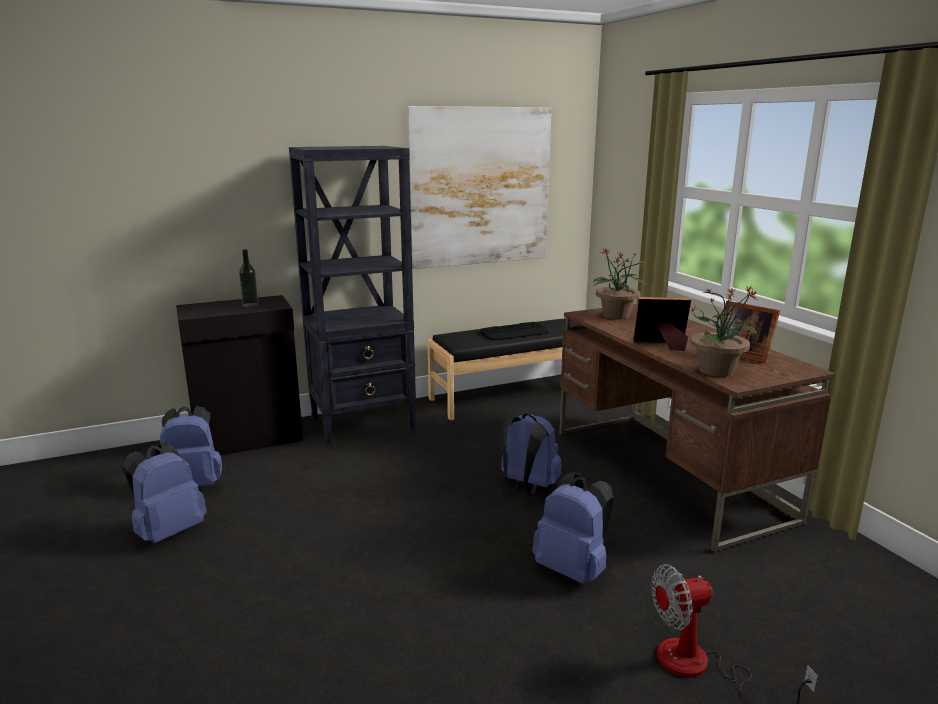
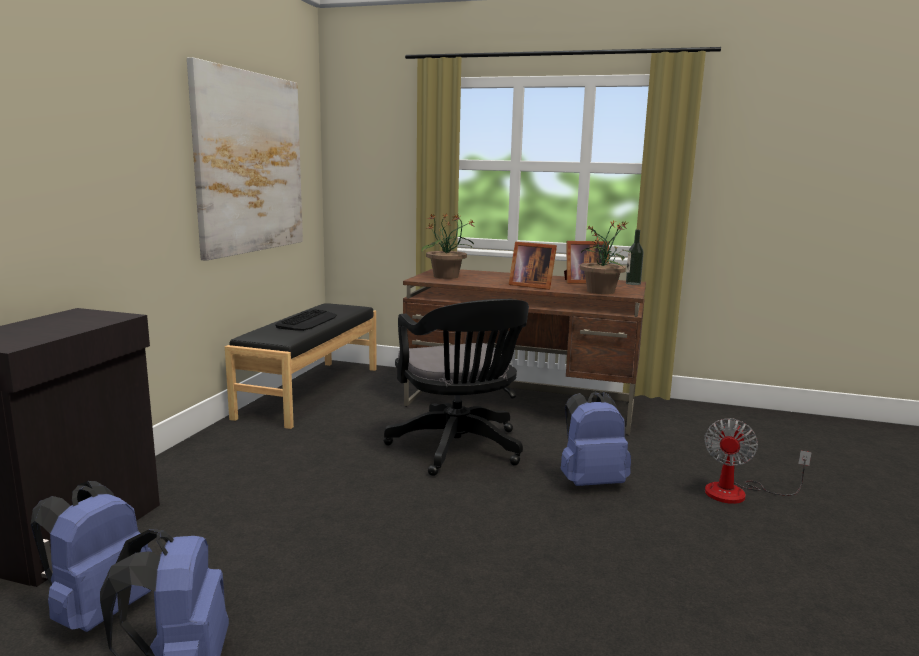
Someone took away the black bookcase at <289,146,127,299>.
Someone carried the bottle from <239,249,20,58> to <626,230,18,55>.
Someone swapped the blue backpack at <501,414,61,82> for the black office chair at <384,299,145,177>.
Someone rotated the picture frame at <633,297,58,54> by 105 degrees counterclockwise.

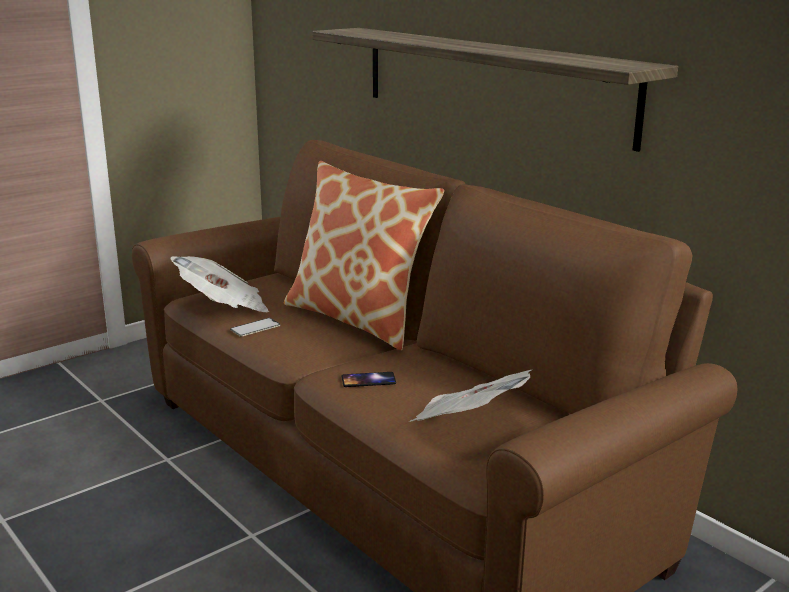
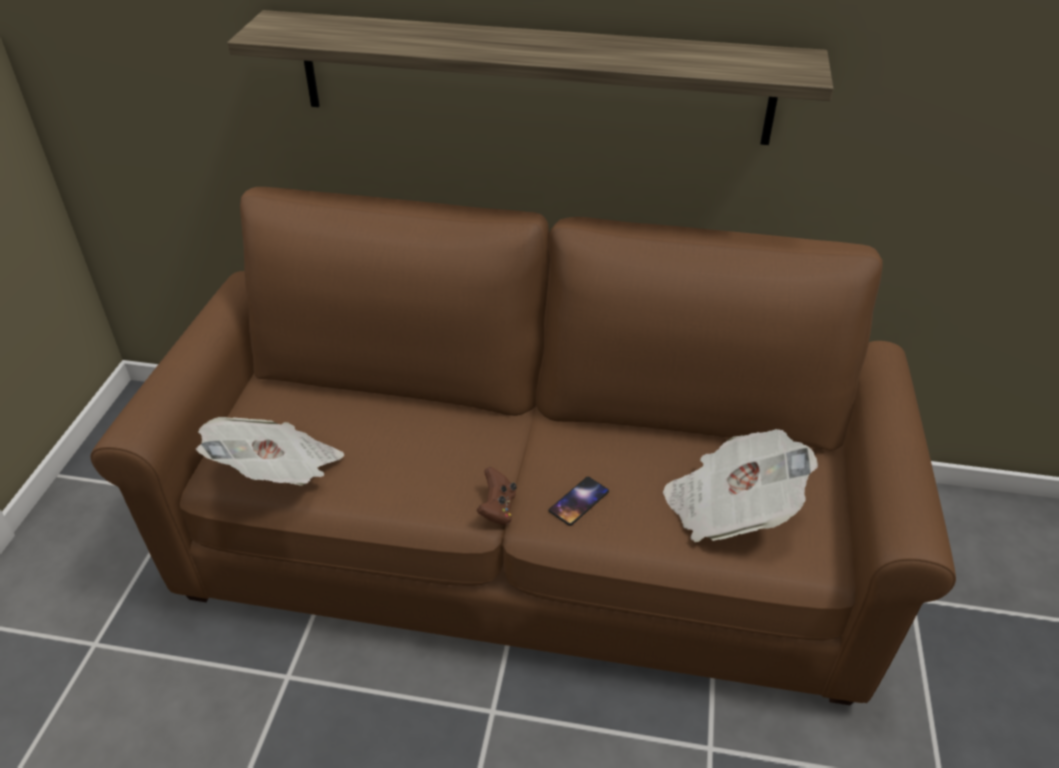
Someone took away the phone at <230,318,50,19>.
Someone took away the pillow at <284,161,160,189>.
Someone put down the brown game controller at <477,467,40,58>.

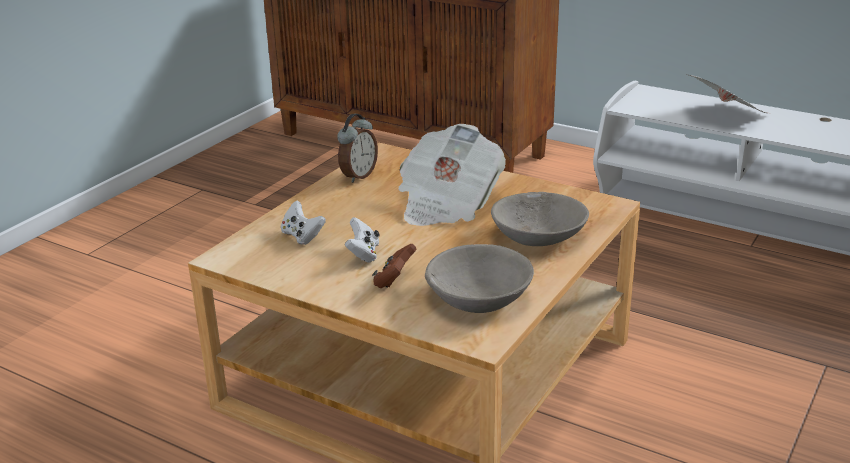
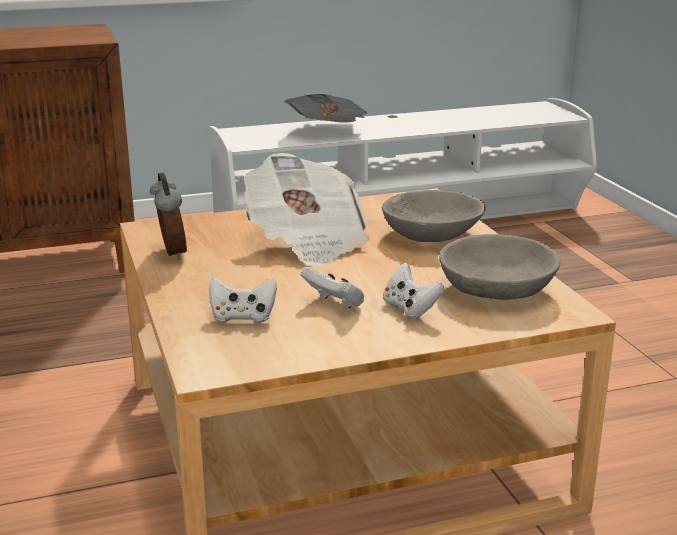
Someone repainted the brown game controller at <372,244,45,44>, which became the white game controller at <383,263,61,56>.

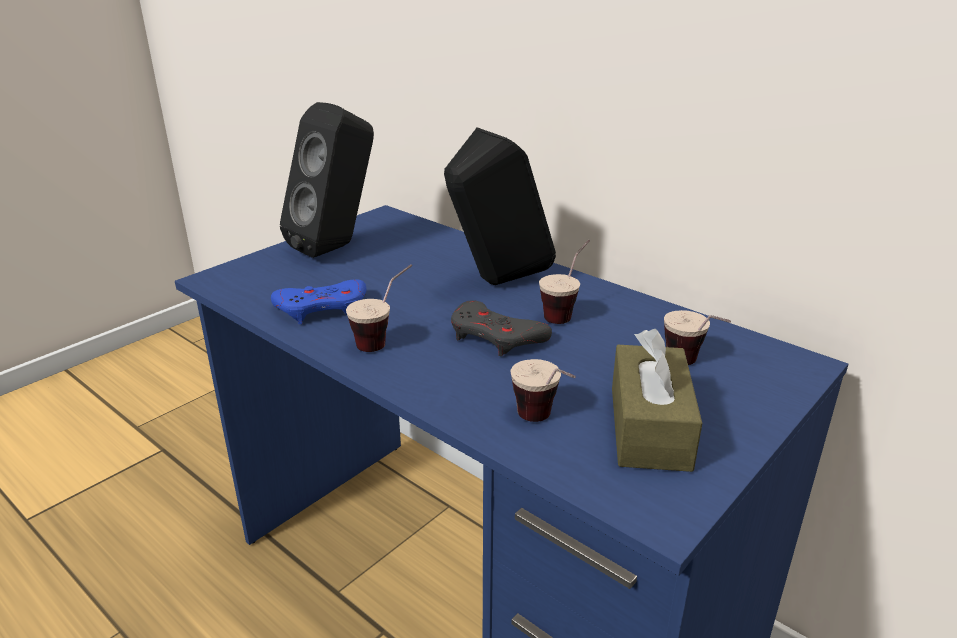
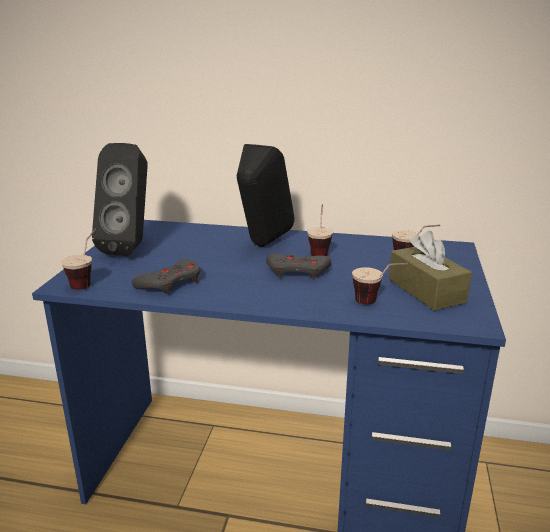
Someone carried the cup from <346,264,66,88> to <61,228,35,62>.
Someone repainted the blue game controller at <271,279,95,45>, which became the grey game controller at <132,259,68,36>.

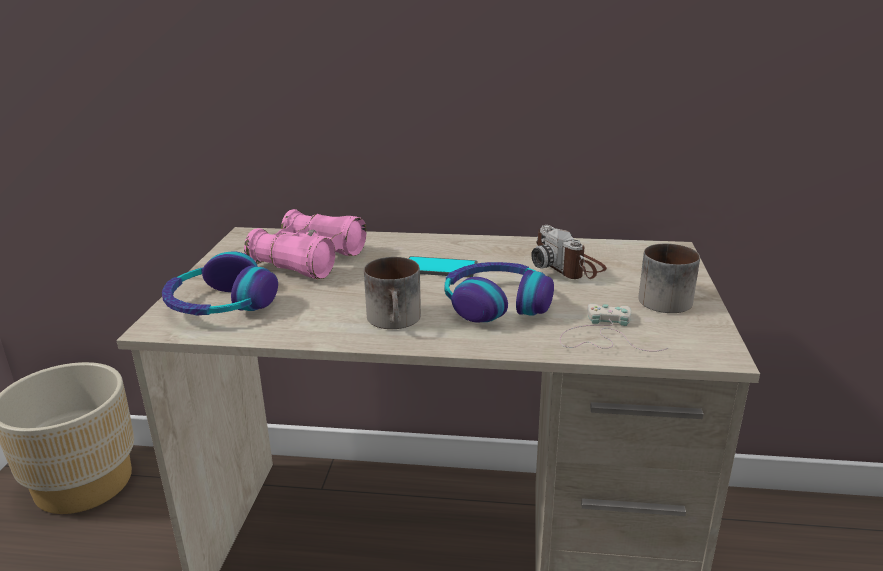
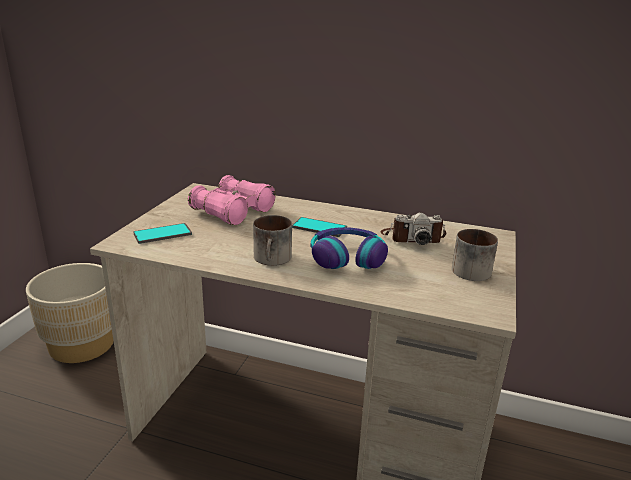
Someone took away the white game controller at <560,304,108,48>.
Someone swapped the headphones at <162,252,116,64> for the phone at <133,223,59,21>.
Someone rotated the photo camera at <531,225,76,54> by 75 degrees counterclockwise.

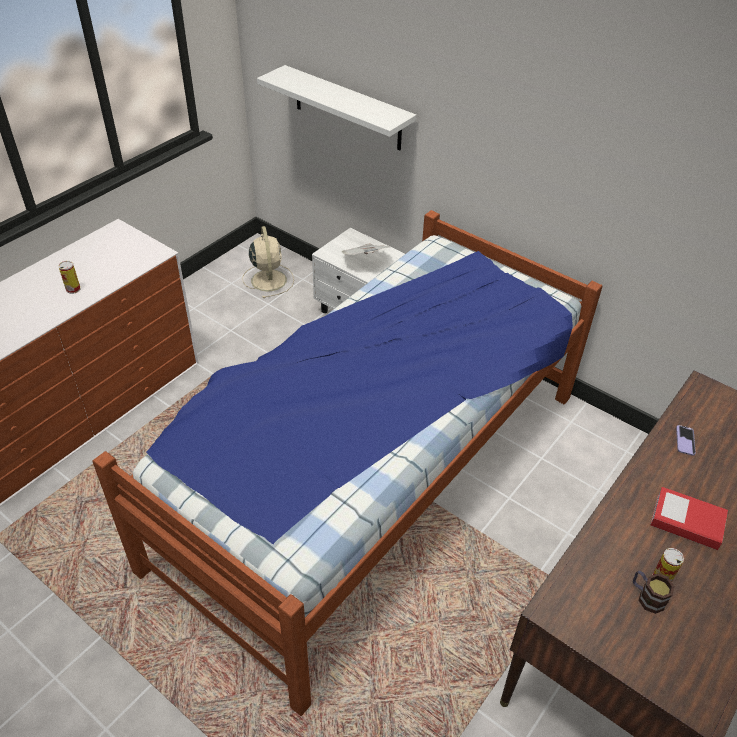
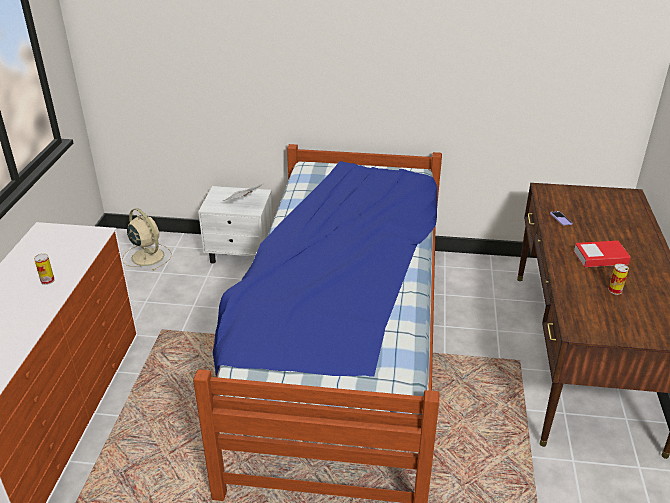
Someone took away the white shelf at <257,65,159,85>.
Someone took away the mug at <633,570,42,44>.

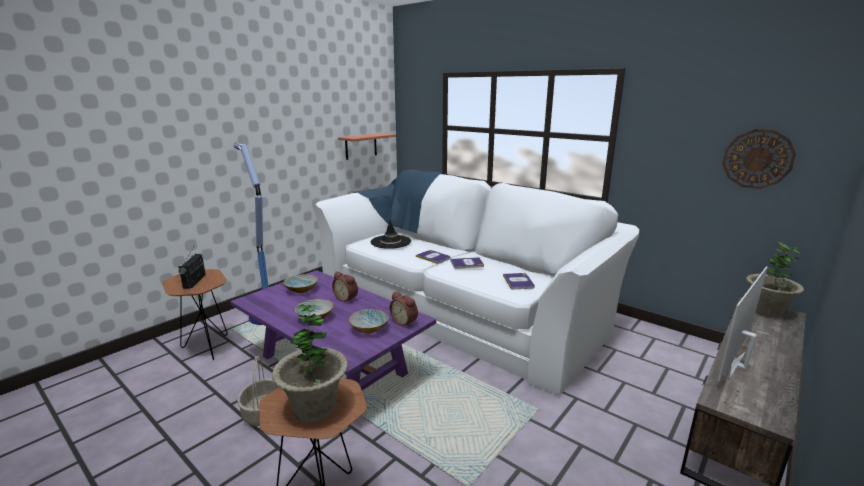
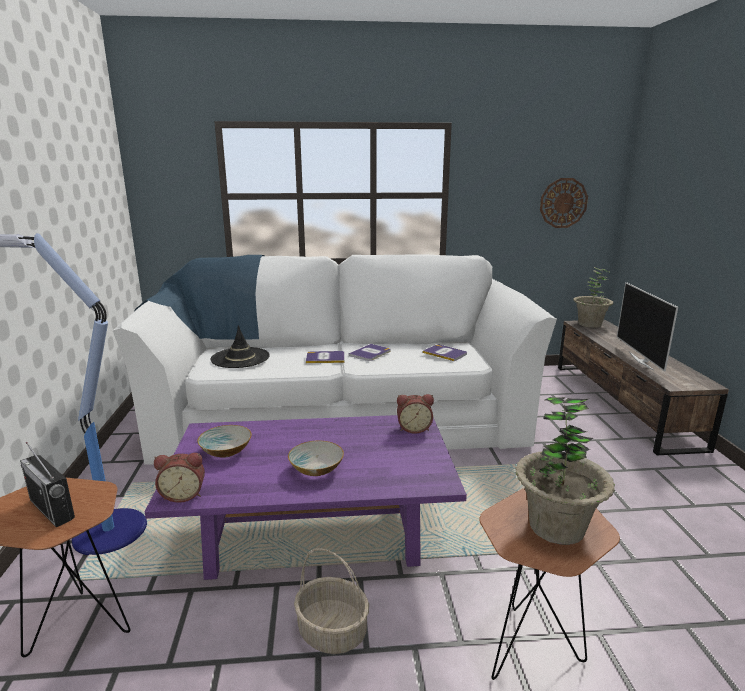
Someone took away the shelf at <338,133,58,27>.
Someone took away the bowl at <349,309,40,25>.
Someone carried the alarm clock from <332,272,26,31> to <154,453,51,50>.

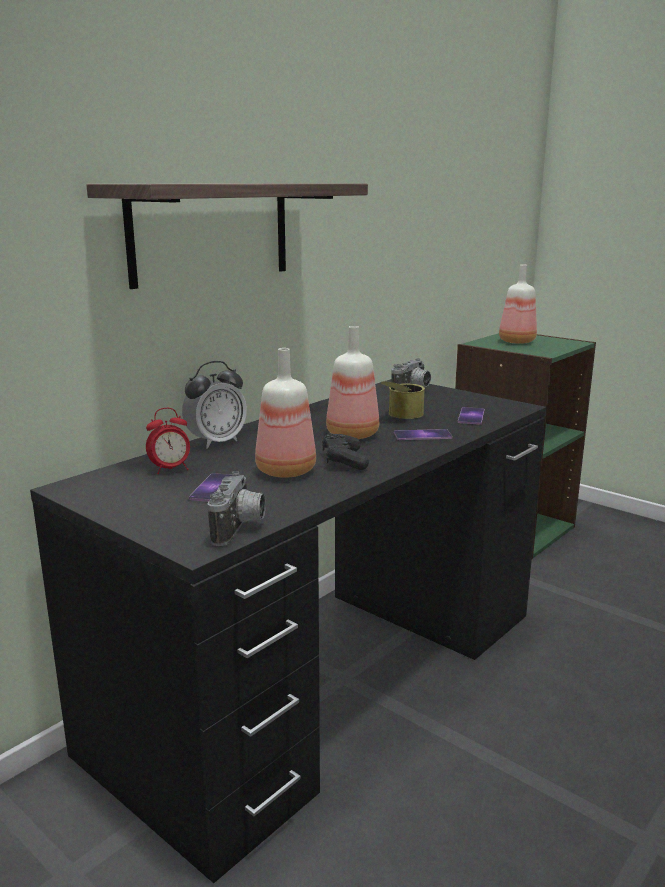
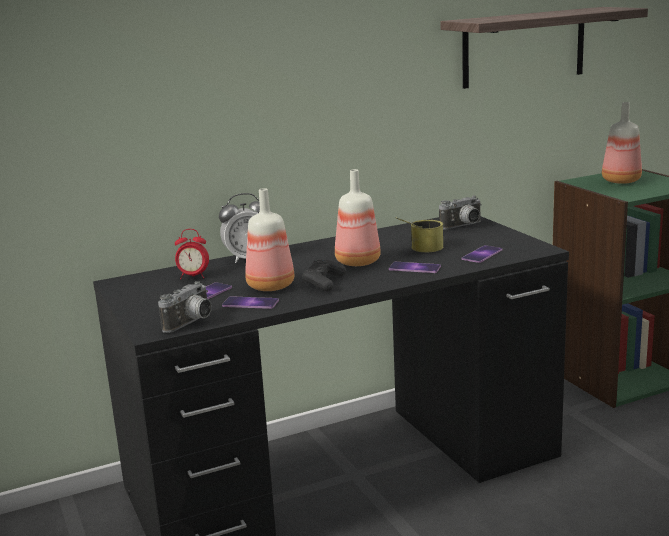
Someone put down the phone at <222,296,57,13>.
Someone carried the shelf from <86,183,282,106> to <441,7,207,82>.

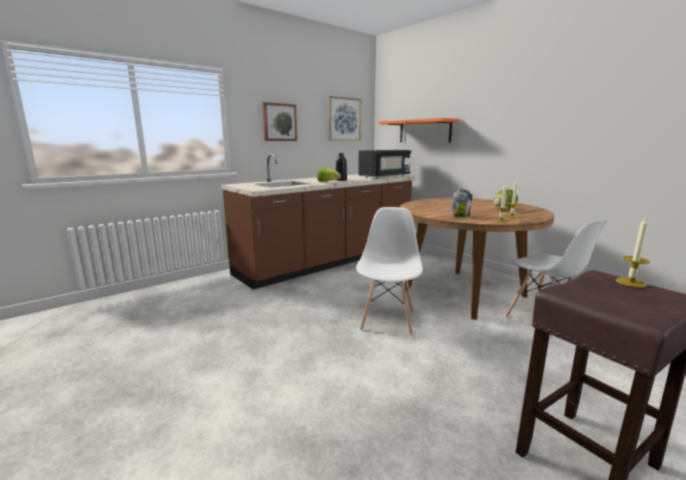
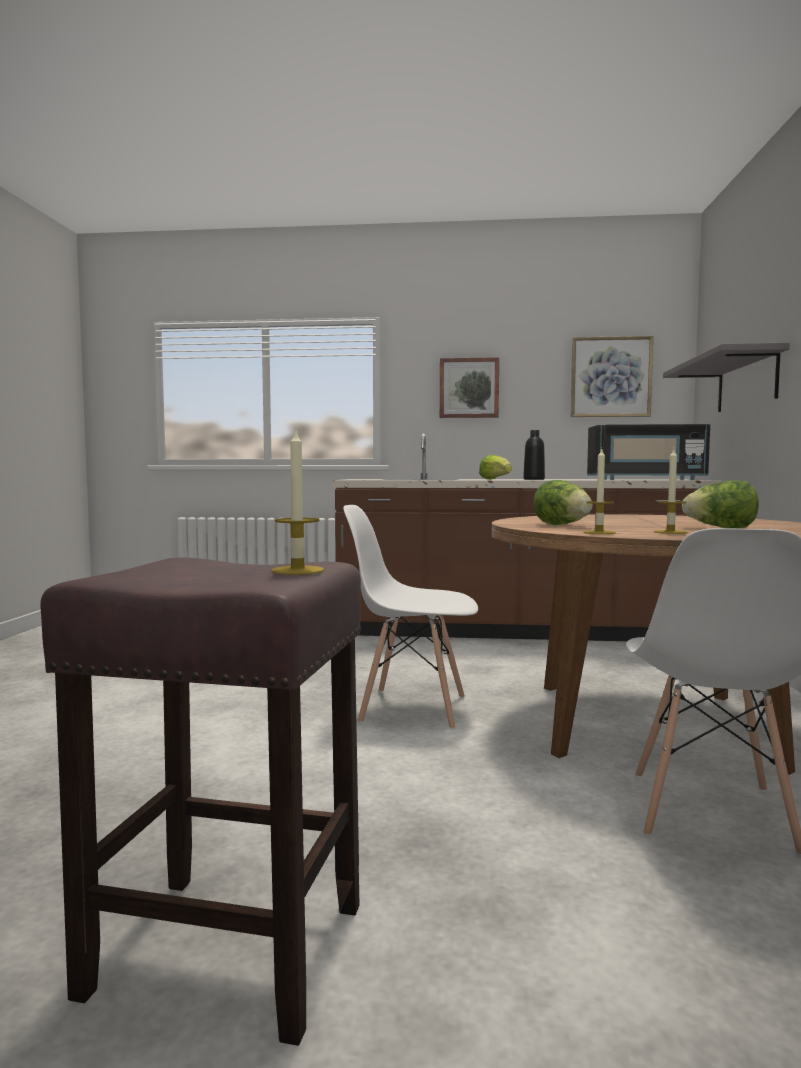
Someone swapped the jar at <450,189,22,28> for the lettuce at <534,480,59,45>.
Someone repainted the orange shelf at <379,118,81,24>, which became the grey shelf at <663,343,127,69>.
Someone rotated the white chair at <356,207,67,128> by 135 degrees counterclockwise.

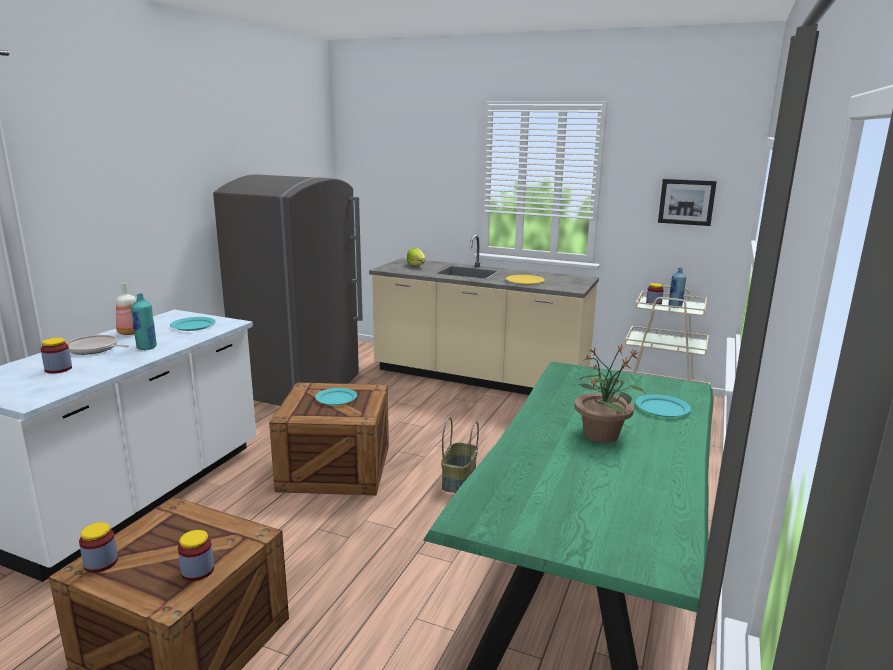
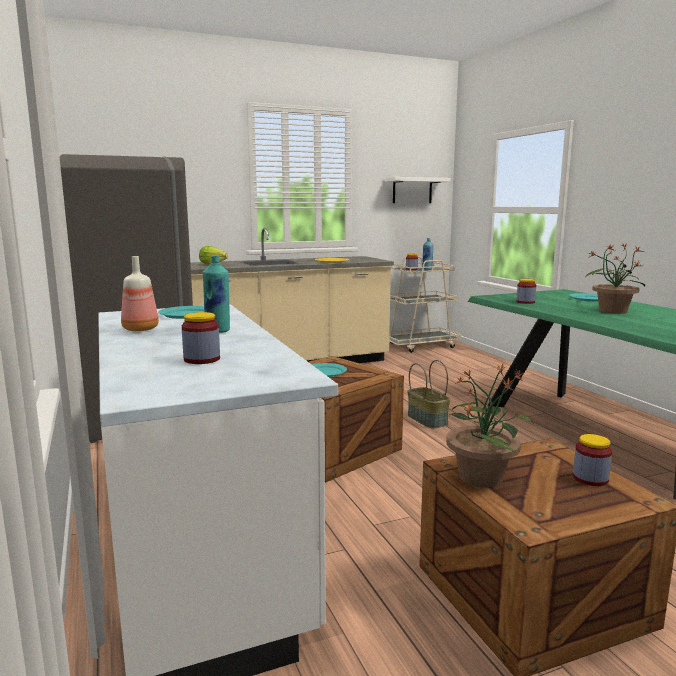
Someone took away the frying pan at <67,335,62,20>.
Someone put down the potted plant at <446,364,88,123>.
Someone carried the jar from <79,522,39,51> to <516,279,20,25>.
Someone swapped the picture at <658,179,59,47> for the white shelf at <385,177,66,26>.

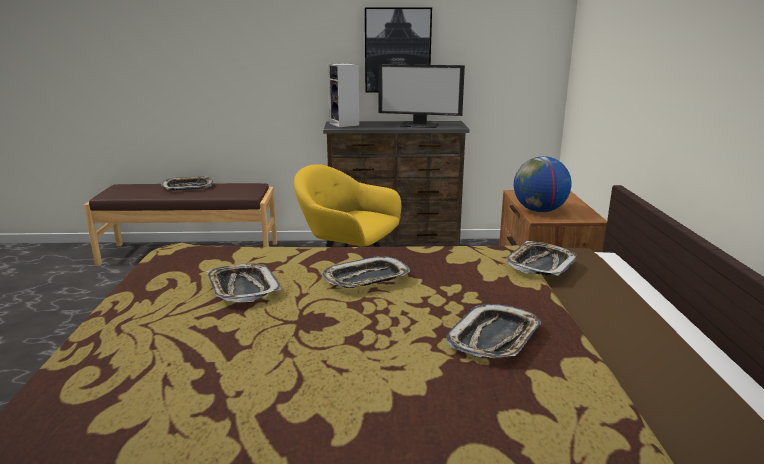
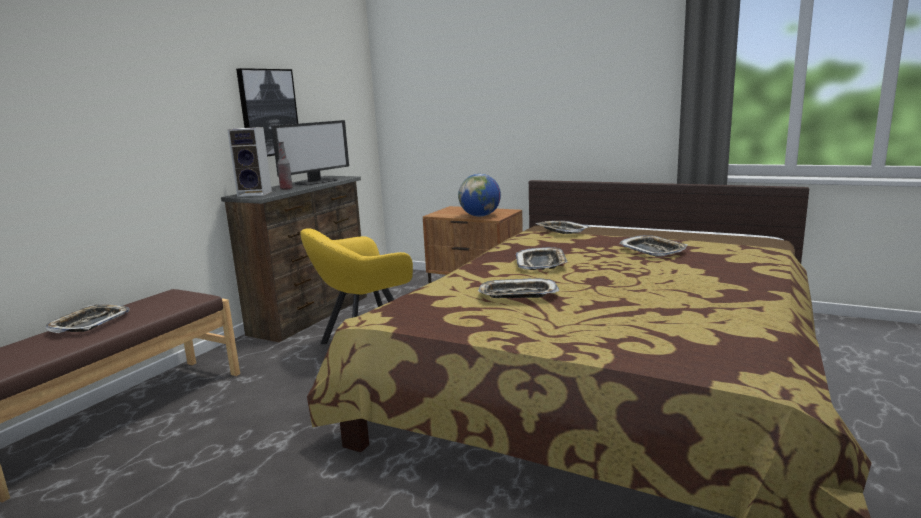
Someone put down the bottle at <277,142,16,48>.

